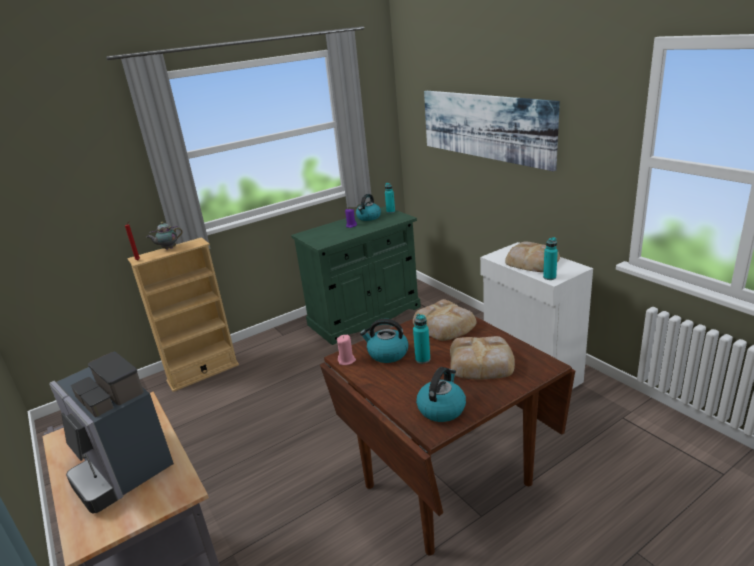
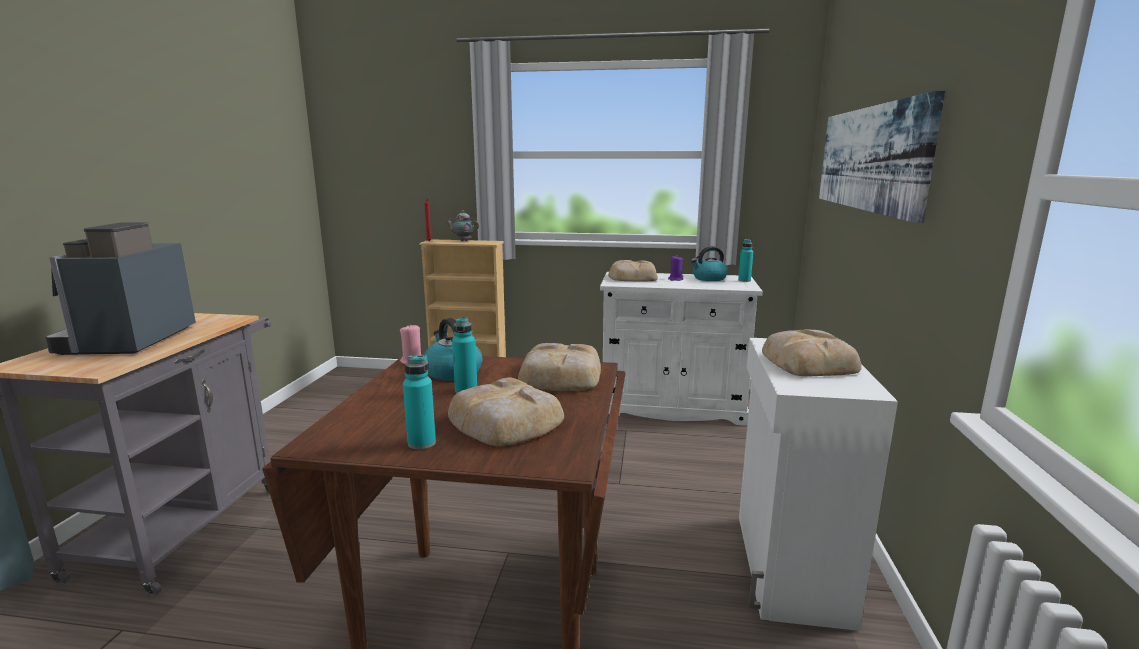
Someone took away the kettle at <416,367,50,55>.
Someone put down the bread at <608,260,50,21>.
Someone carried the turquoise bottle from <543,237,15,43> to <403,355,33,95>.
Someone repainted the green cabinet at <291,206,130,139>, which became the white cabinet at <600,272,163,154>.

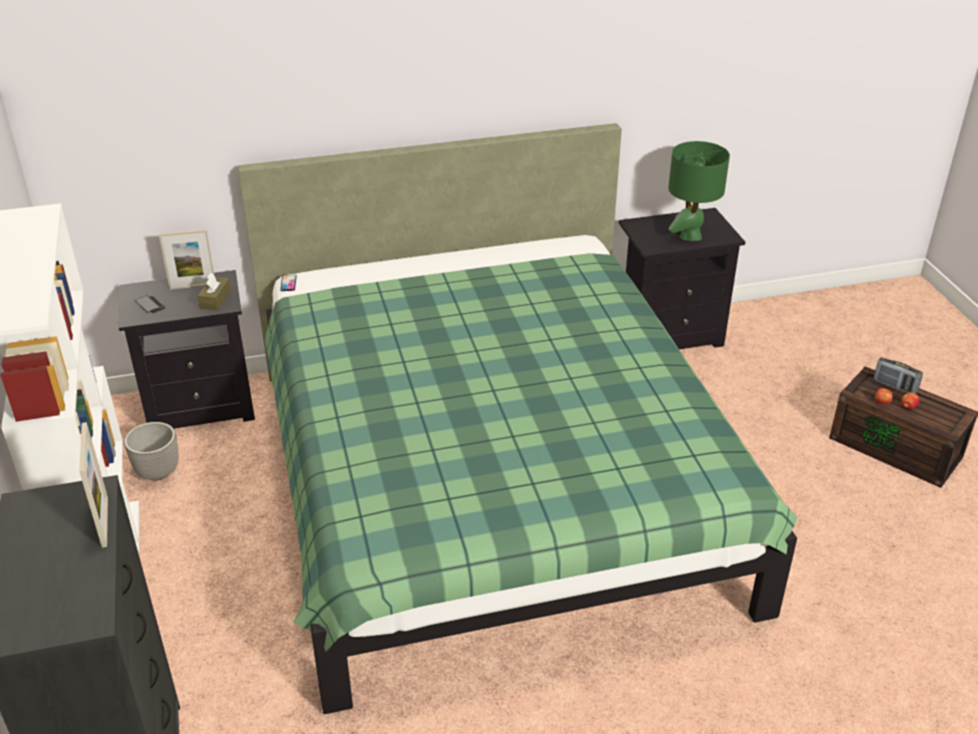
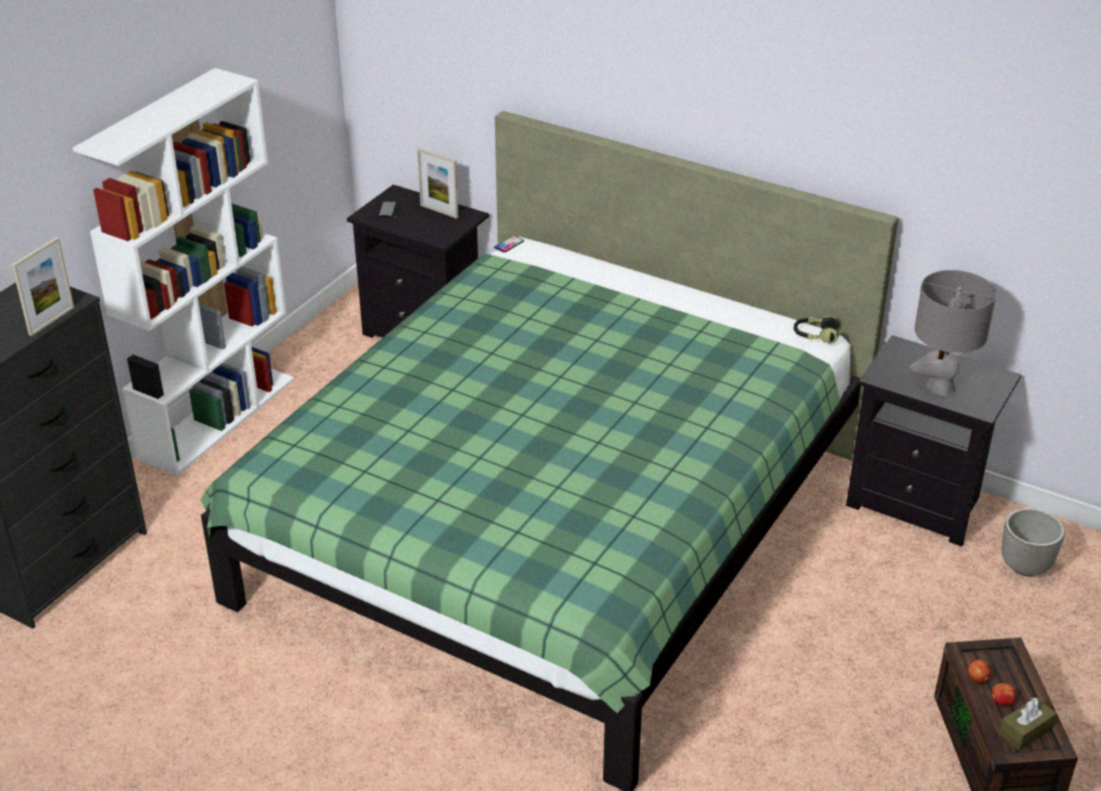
Someone took away the radio at <873,357,50,37>.
Someone put down the headphones at <794,316,45,28>.
Someone carried the planter from <124,422,55,59> to <1001,508,64,68>.
Someone carried the brown tissue box from <198,273,33,38> to <999,697,58,53>.
Someone repainted the green table lamp at <668,141,62,100>, which became the grey table lamp at <910,270,86,126>.

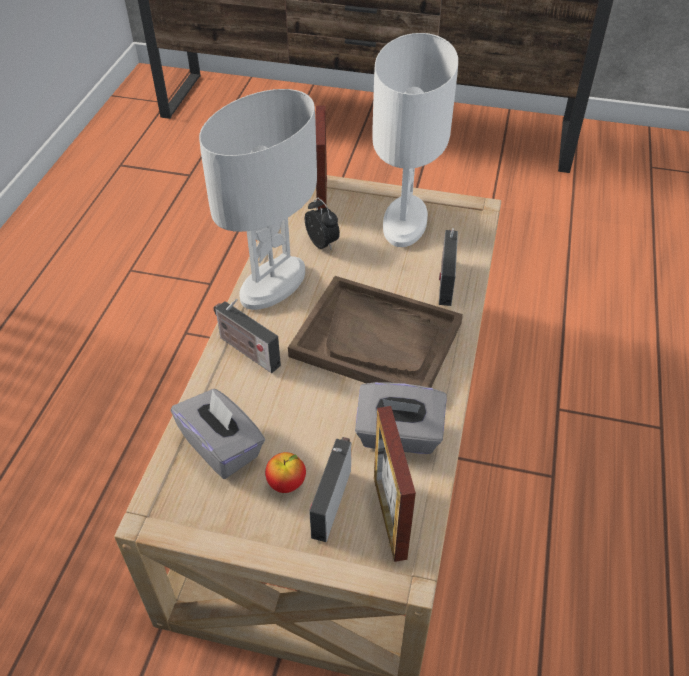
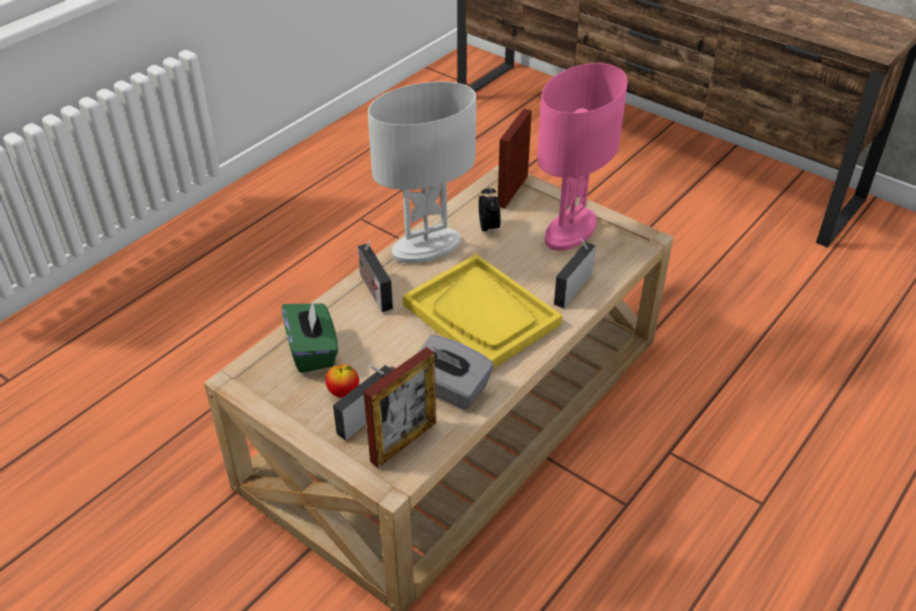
Someone repainted the grey tissue box at <171,389,94,90>, which became the green tissue box at <282,301,56,72>.
Someone repainted the brown tray at <288,276,175,112>, which became the yellow tray at <403,254,159,115>.
Someone repainted the white table lamp at <373,33,85,214>, which became the pink table lamp at <537,63,91,188>.
Someone rotated the picture frame at <374,406,42,156> by 150 degrees counterclockwise.

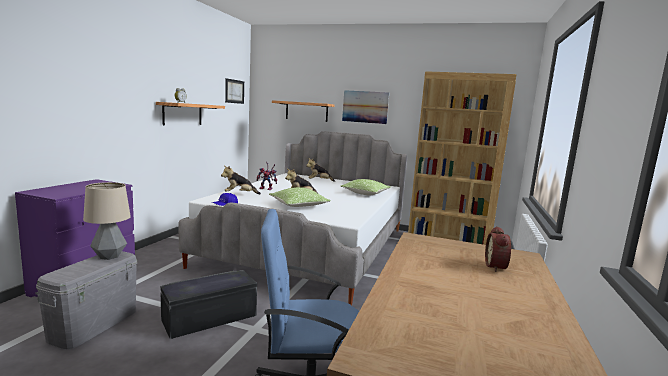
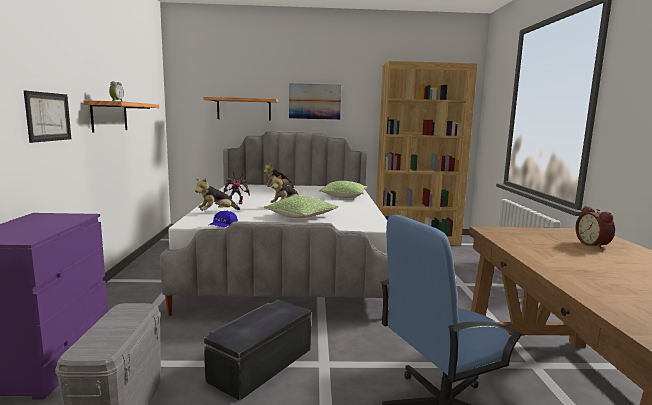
Someone took away the table lamp at <83,182,48,78>.
Someone carried the picture from <225,78,19,26> to <24,91,47,52>.

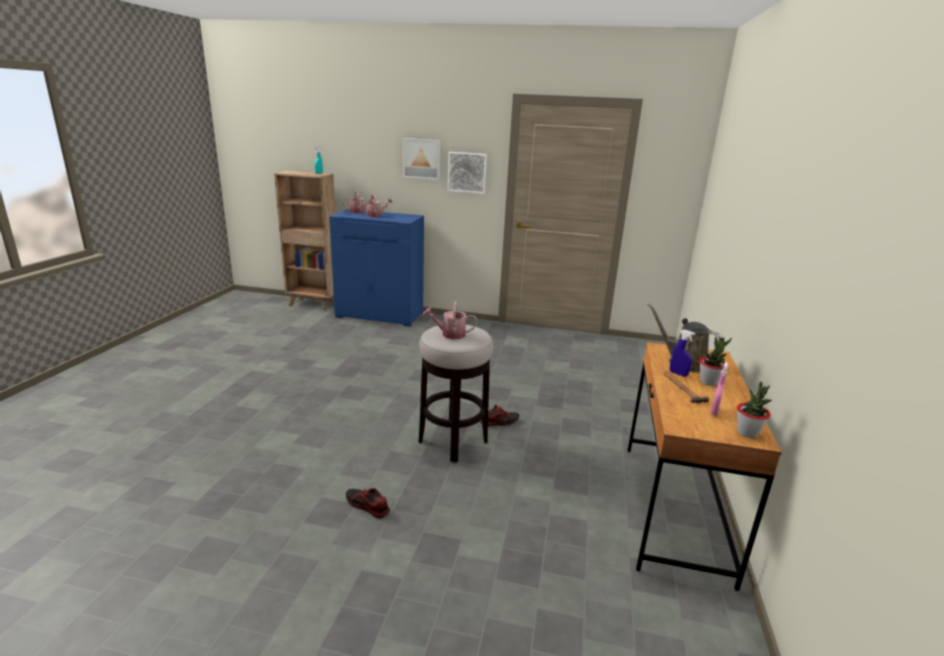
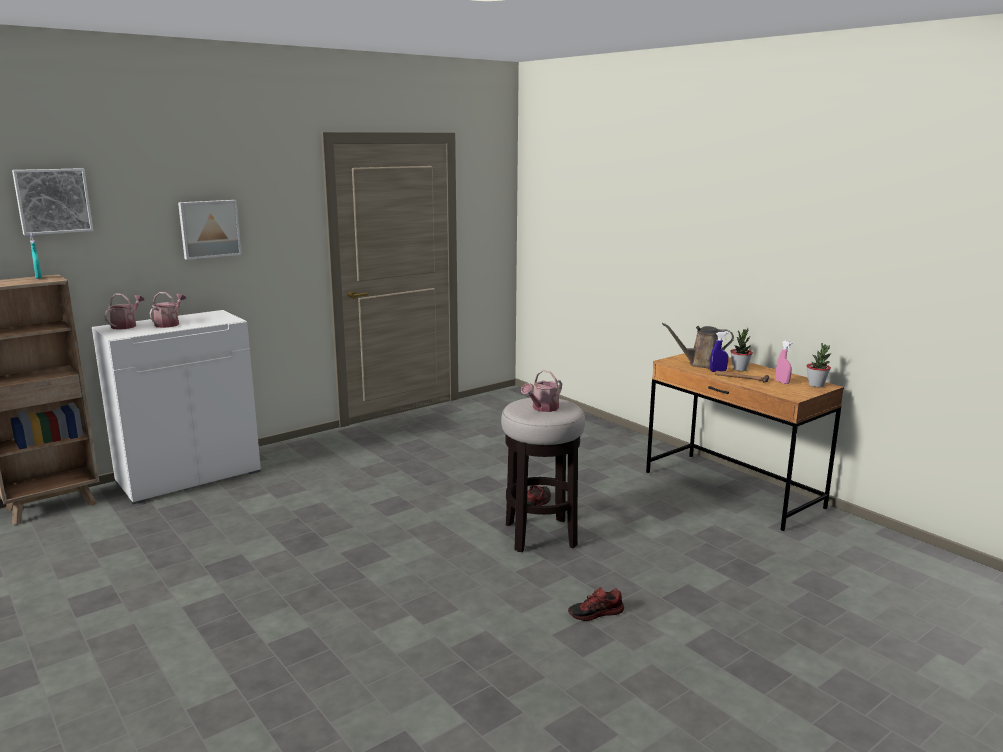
Someone carried the picture from <448,152,39,42> to <12,168,81,67>.
Someone repainted the blue cabinet at <329,209,95,118>, which became the white cabinet at <92,310,169,195>.

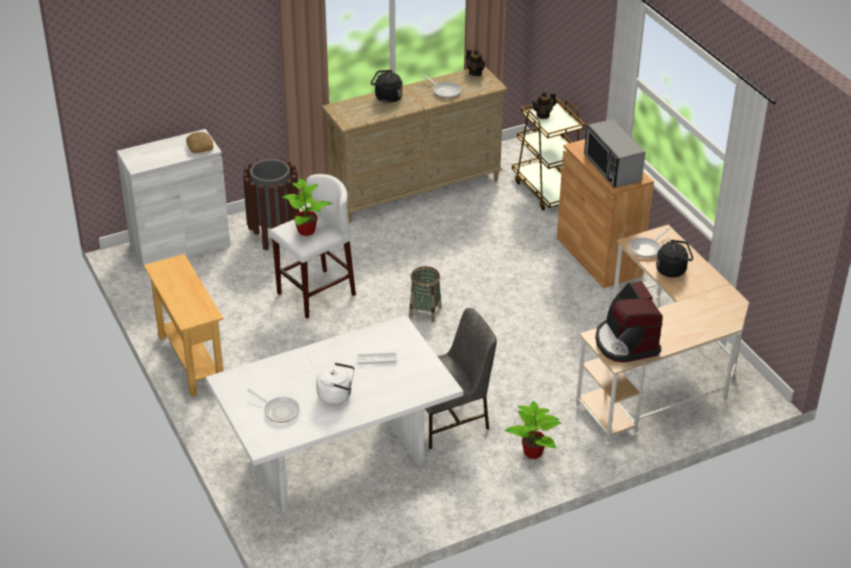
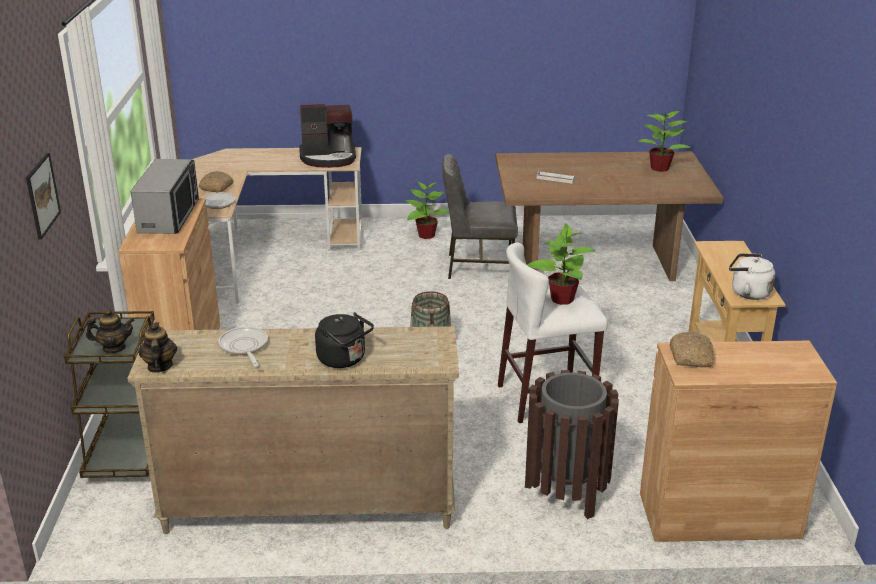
Someone put up the picture at <26,153,35,87>.
Someone carried the white kettle from <316,363,39,42> to <729,253,46,47>.
Someone swapped the frying pan at <247,389,53,34> for the potted plant at <638,108,53,64>.
Someone swapped the black kettle at <656,240,37,37> for the bread at <199,171,34,21>.
Someone repainted the white cabinet at <117,129,113,141>, which became the brown cabinet at <640,341,197,201>.
Someone repainted the white dining table at <206,315,257,198>, which became the brown dining table at <496,151,227,130>.
Someone rotated the coffee machine at <595,281,68,81> by 75 degrees clockwise.

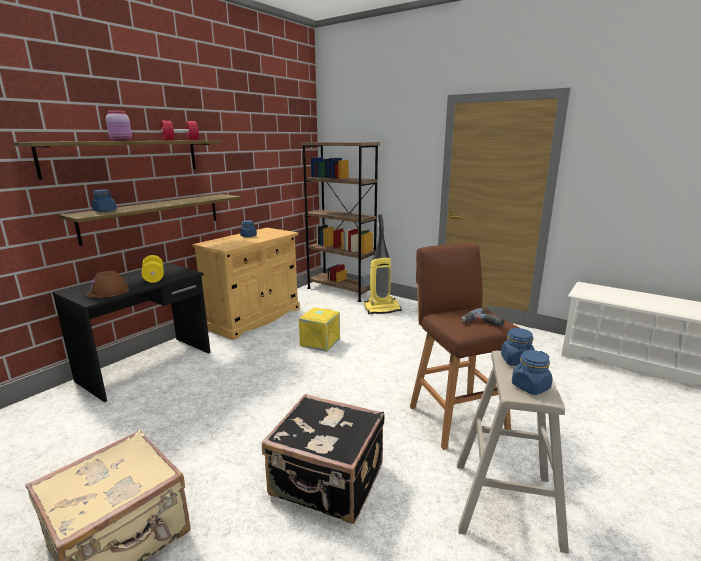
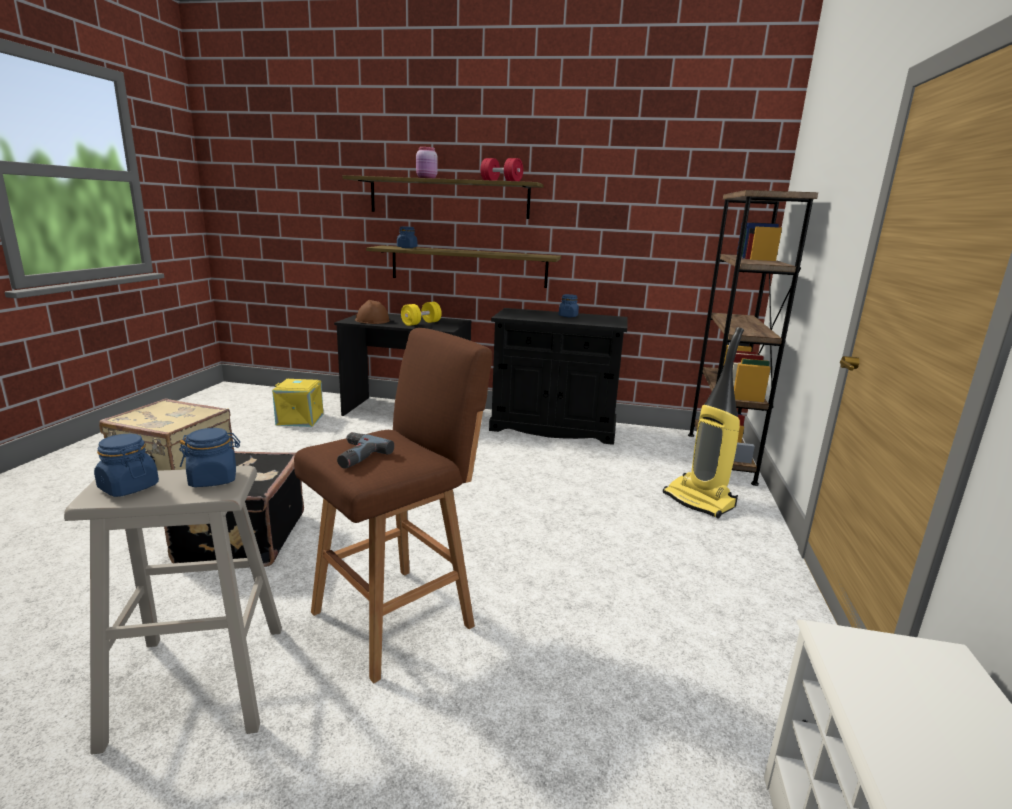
Someone carried the yellow storage box from <299,307,41,45> to <272,379,52,48>.
Someone repainted the beige cabinet at <192,228,108,112>, which became the black cabinet at <489,308,139,137>.

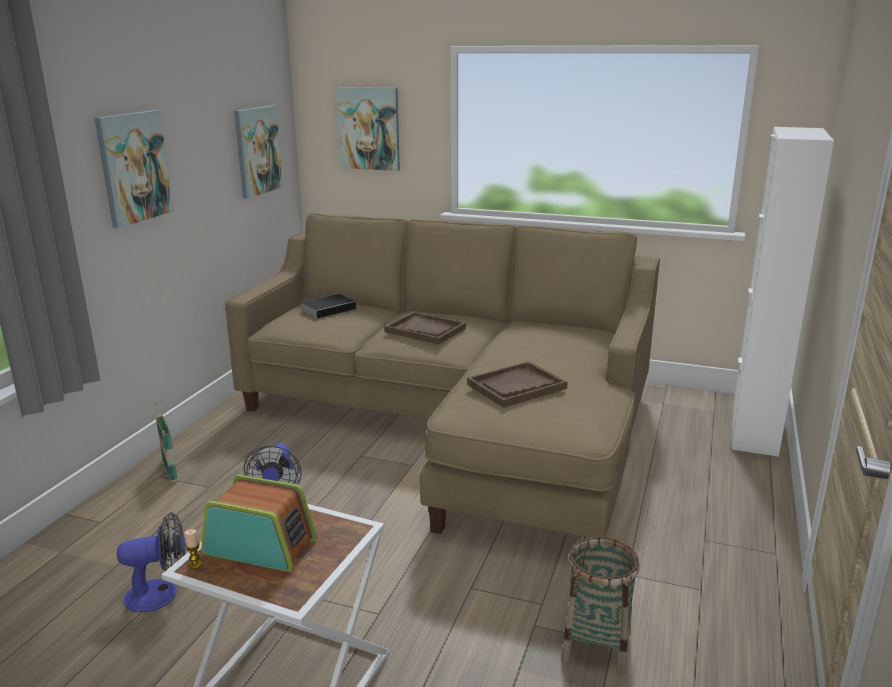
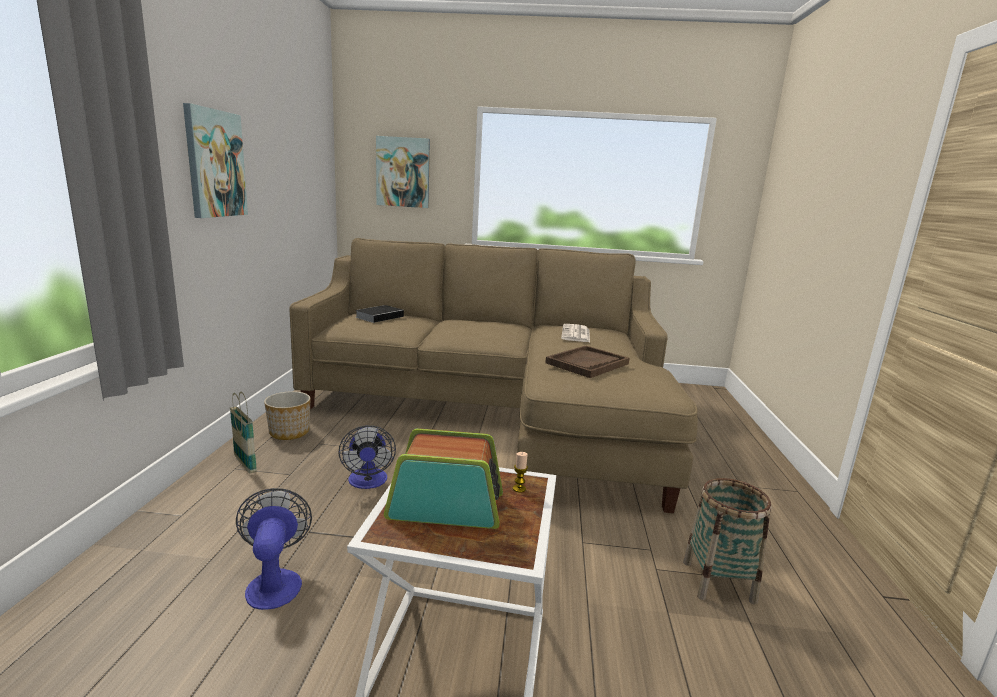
Someone took away the picture at <234,105,49,93>.
Someone took away the brown tray at <384,312,82,32>.
Someone took away the white cabinet at <732,127,102,330>.
Someone put down the planter at <264,391,47,49>.
Someone put down the newspaper at <561,324,29,18>.
Someone carried the candle from <185,529,17,40> to <513,452,15,41>.
Someone rotated the fan at <117,512,68,100> by 75 degrees counterclockwise.

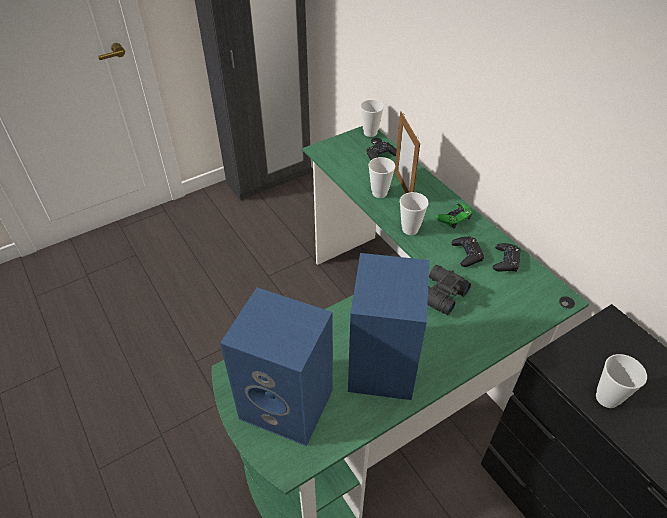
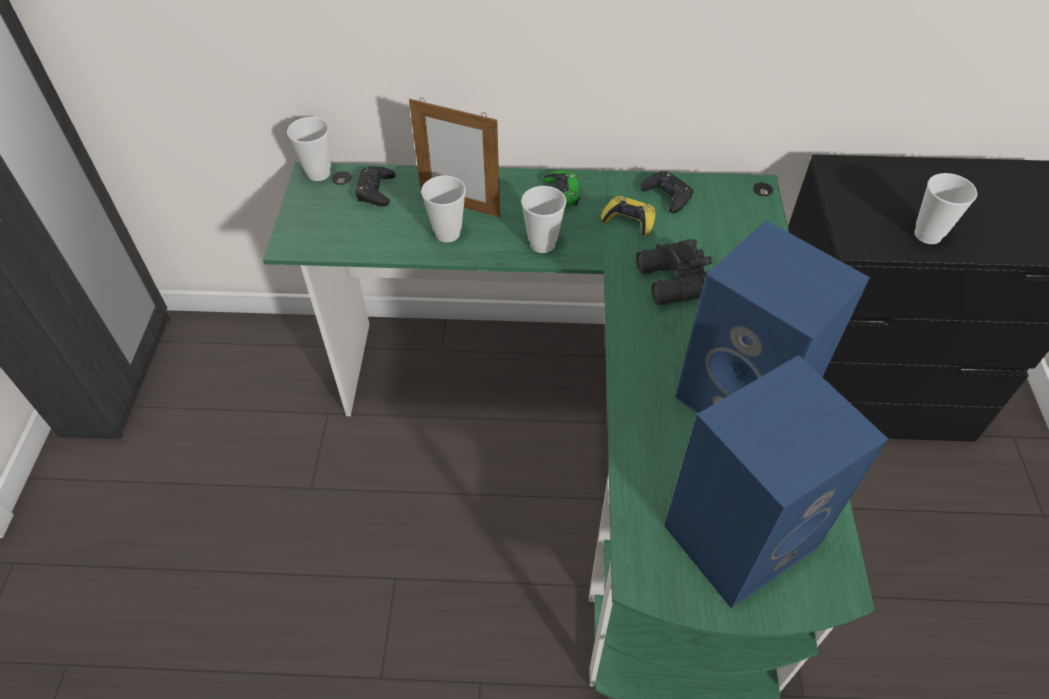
Someone repainted the black game controller at <451,237,33,30>, which became the yellow game controller at <601,196,54,40>.

